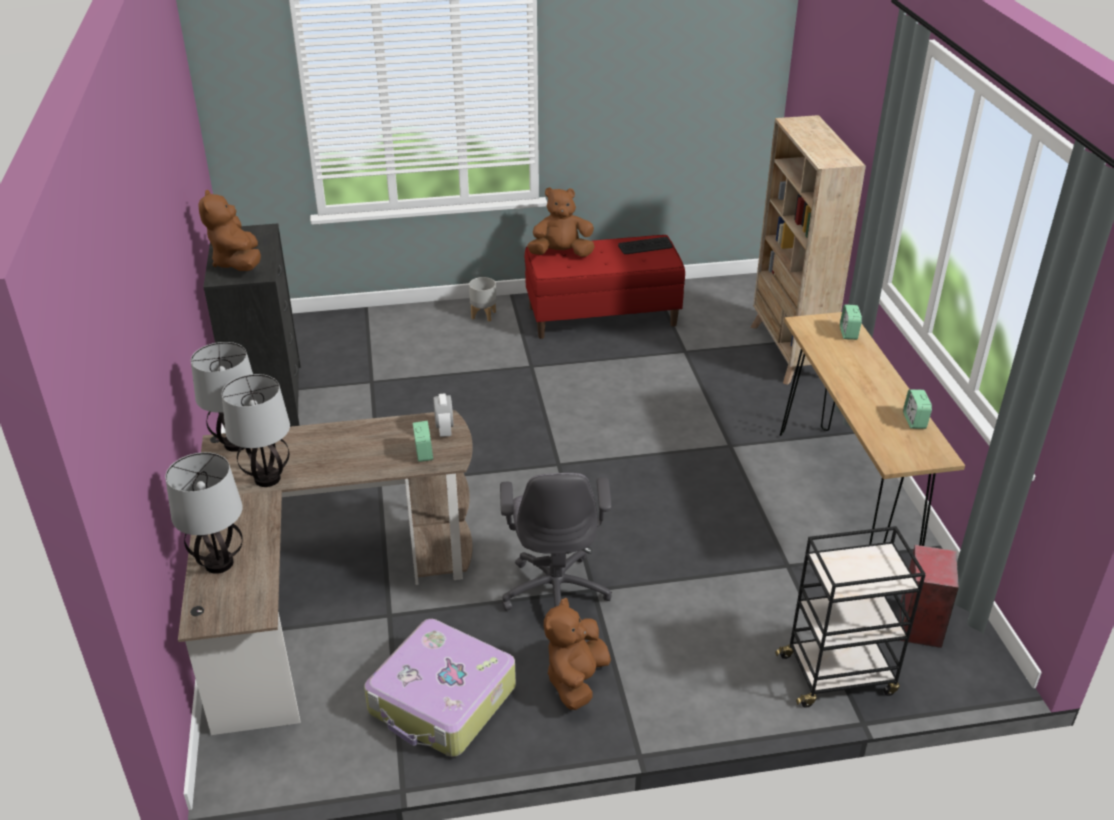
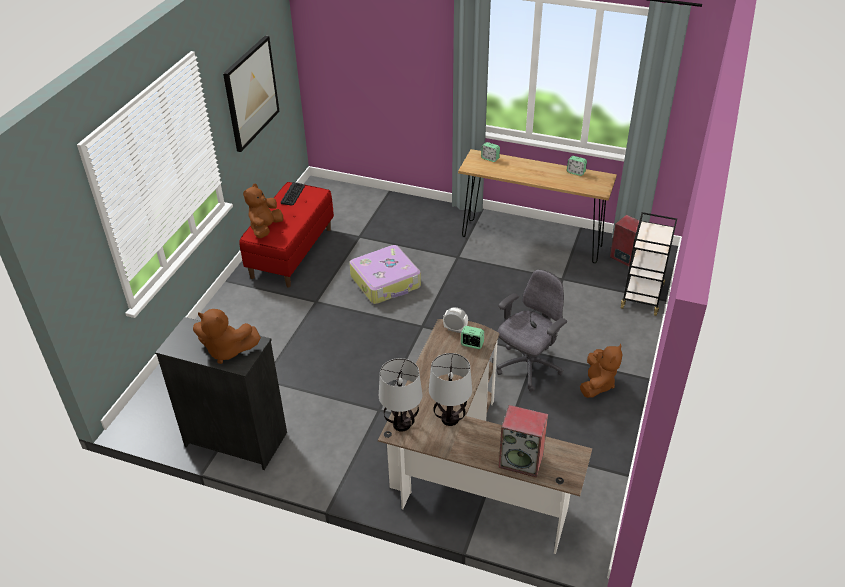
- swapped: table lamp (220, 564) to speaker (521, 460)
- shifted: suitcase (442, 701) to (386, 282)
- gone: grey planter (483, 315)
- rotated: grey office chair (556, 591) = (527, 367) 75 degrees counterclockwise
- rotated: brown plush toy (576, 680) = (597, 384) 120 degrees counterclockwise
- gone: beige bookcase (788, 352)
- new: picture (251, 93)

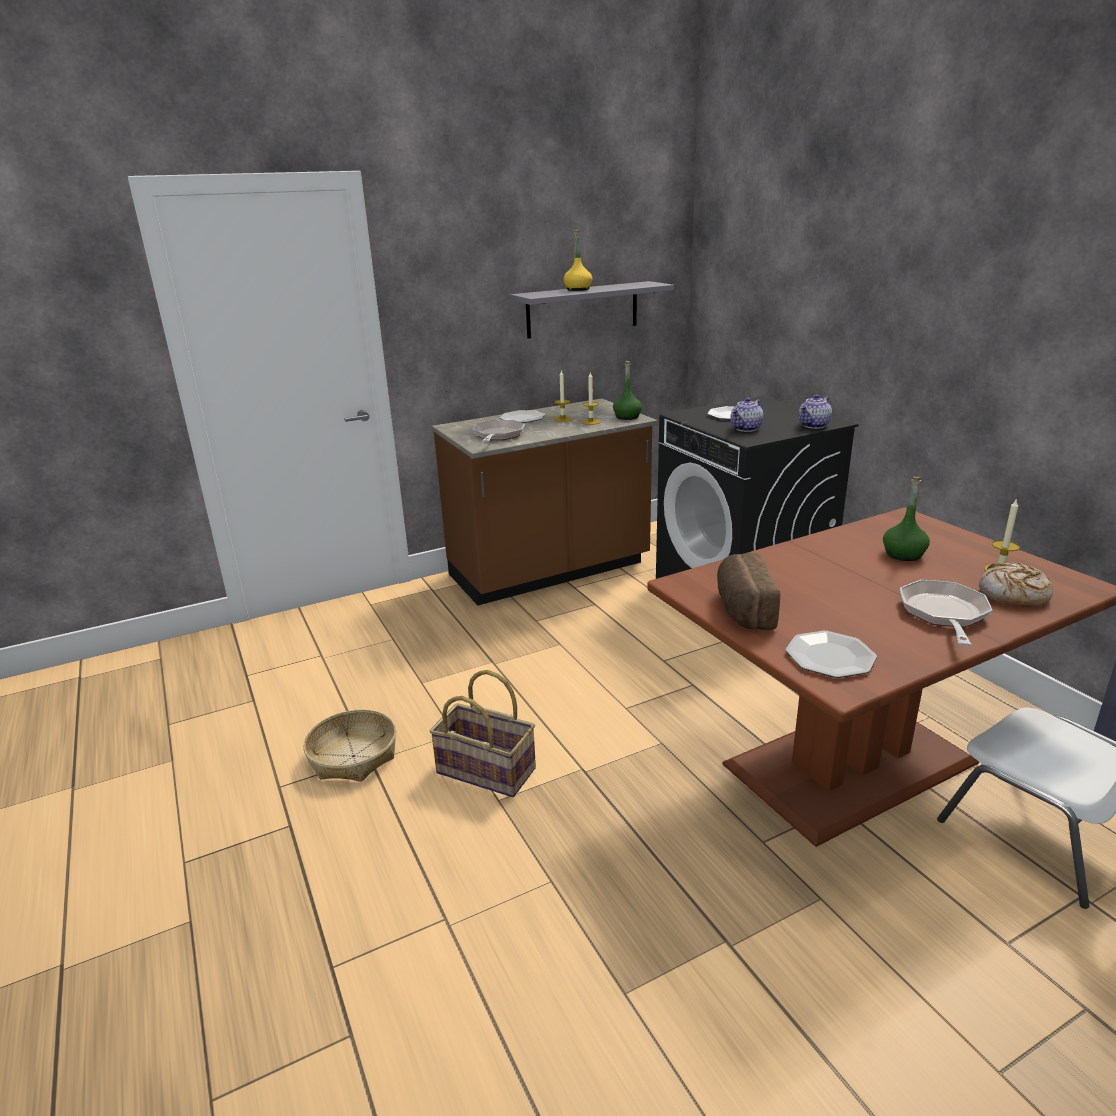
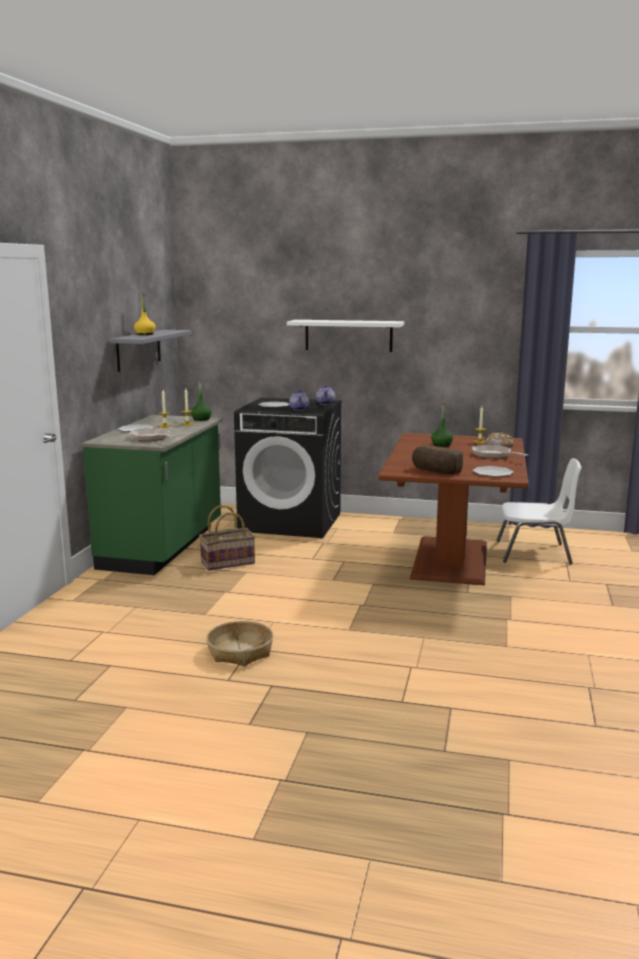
- shifted: basket (487, 770) to (228, 562)
- repainted: brown counter (550, 572) to green counter (164, 547)
- new: white shelf (348, 335)

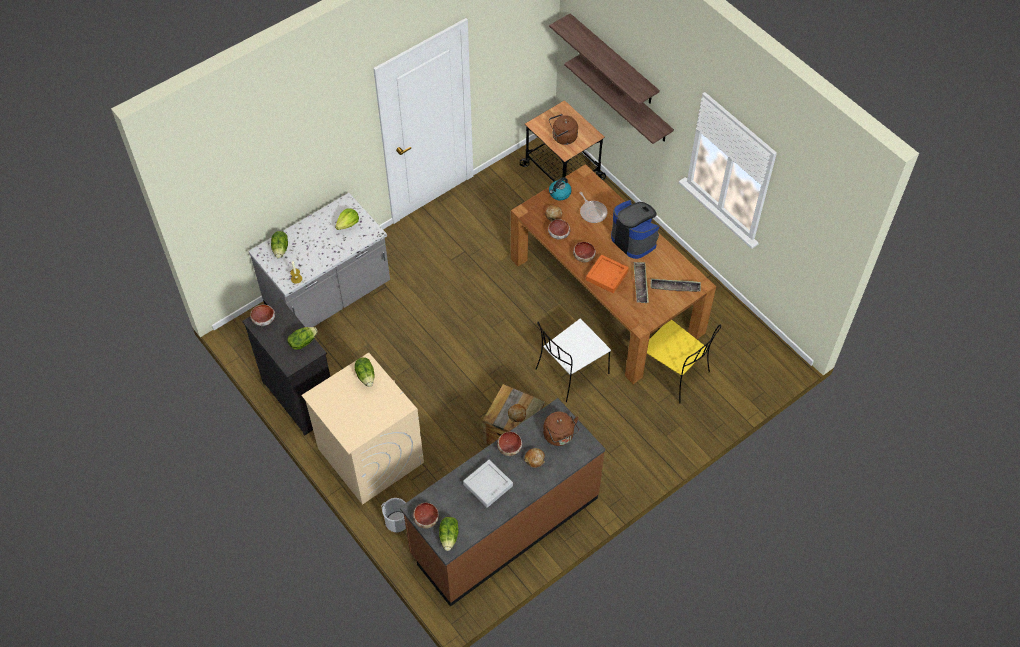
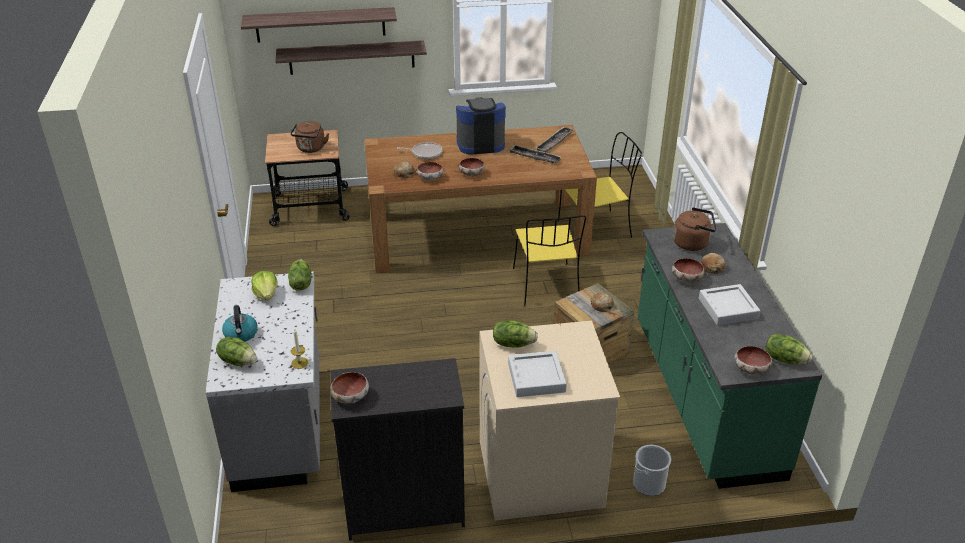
- shifted: lettuce (302, 342) to (300, 283)
- repainted: brown counter (504, 526) to green counter (703, 398)
- repainted: white chair (570, 372) to yellow chair (546, 285)
- shifted: kettle (559, 193) to (241, 334)
- gone: orange tray (607, 276)
- new: grey tray (536, 378)

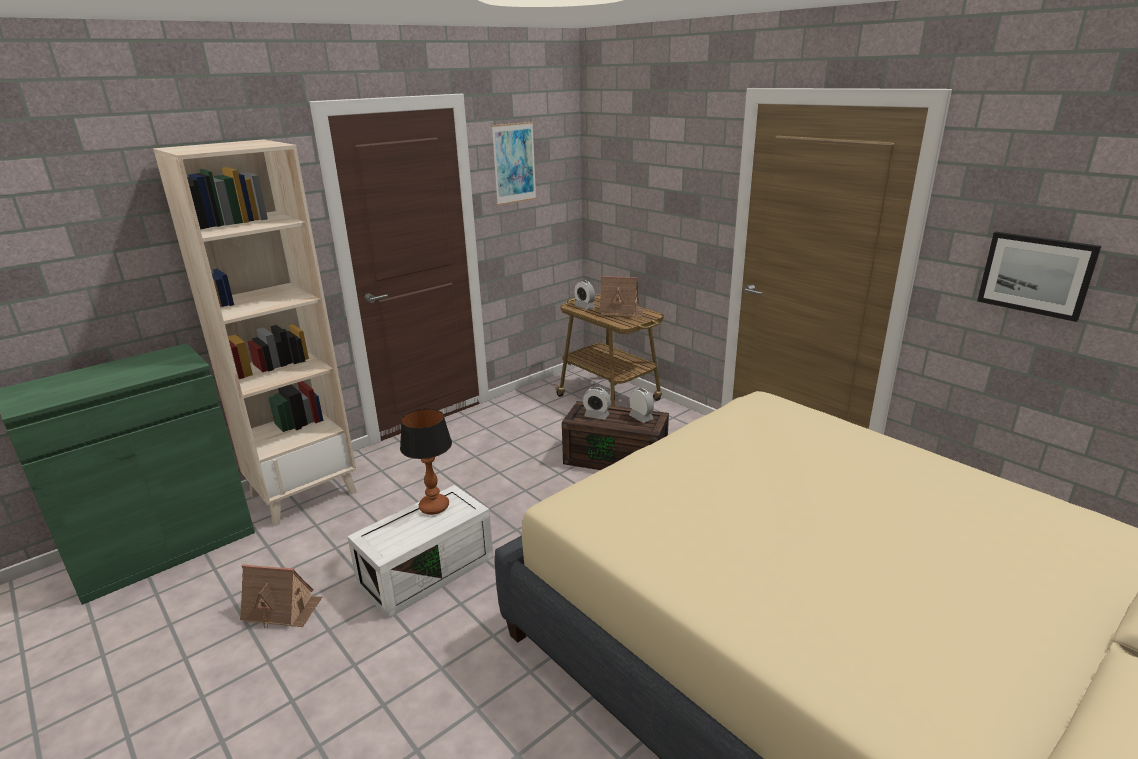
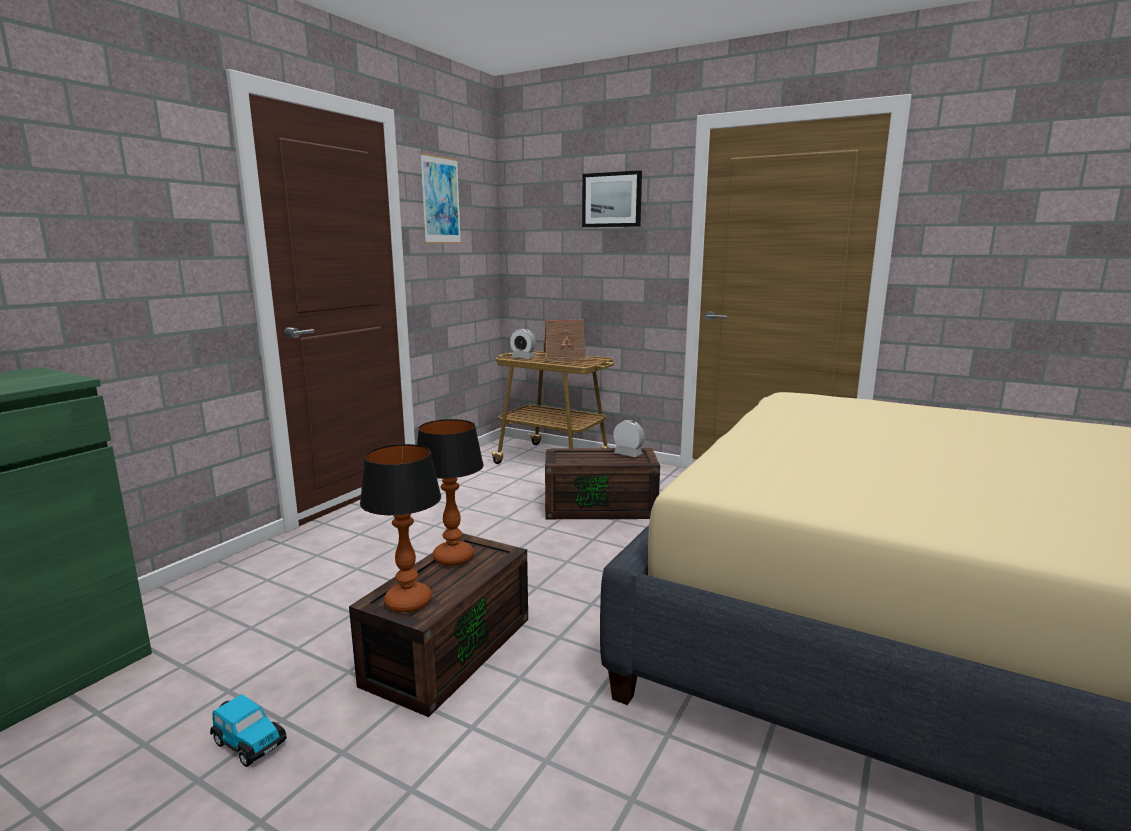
- gone: beige bookcase (304, 493)
- swapped: toy house (283, 609) to toy car (249, 742)
- repainted: white storage box (427, 569) to brown storage box (449, 648)
- gone: alarm clock (596, 415)
- shifted: picture (1036, 274) to (612, 200)
- new: table lamp (409, 601)

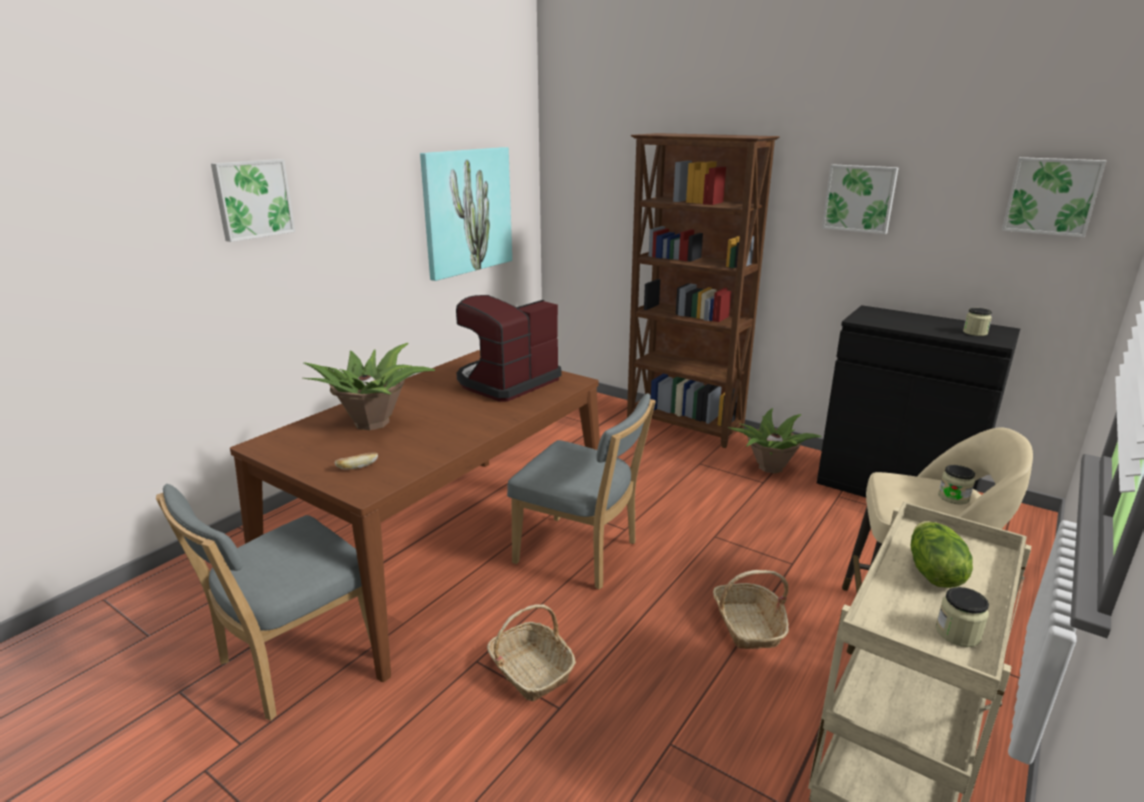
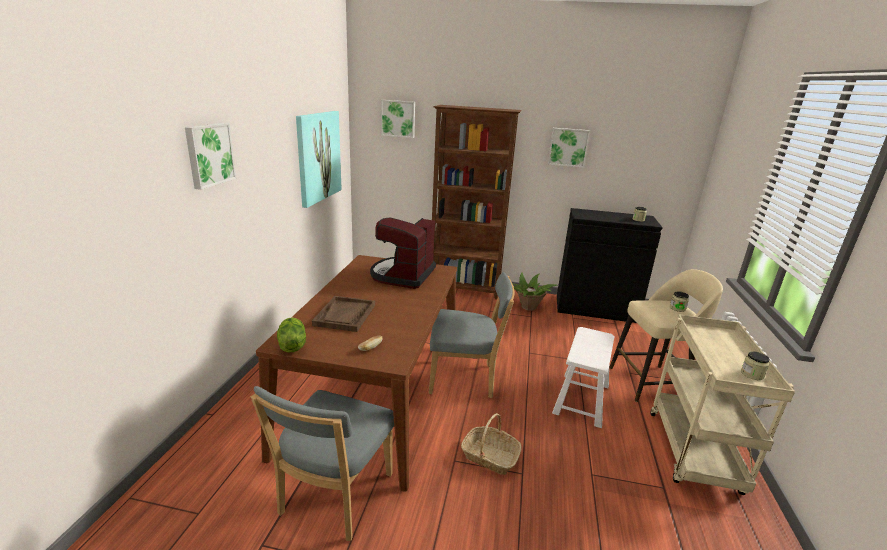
- swapped: potted plant (374, 422) to brown tray (345, 315)
- swapped: basket (748, 625) to white stool (581, 399)
- shifted: lettuce (932, 573) to (291, 345)
- shifted: picture (1052, 196) to (398, 118)

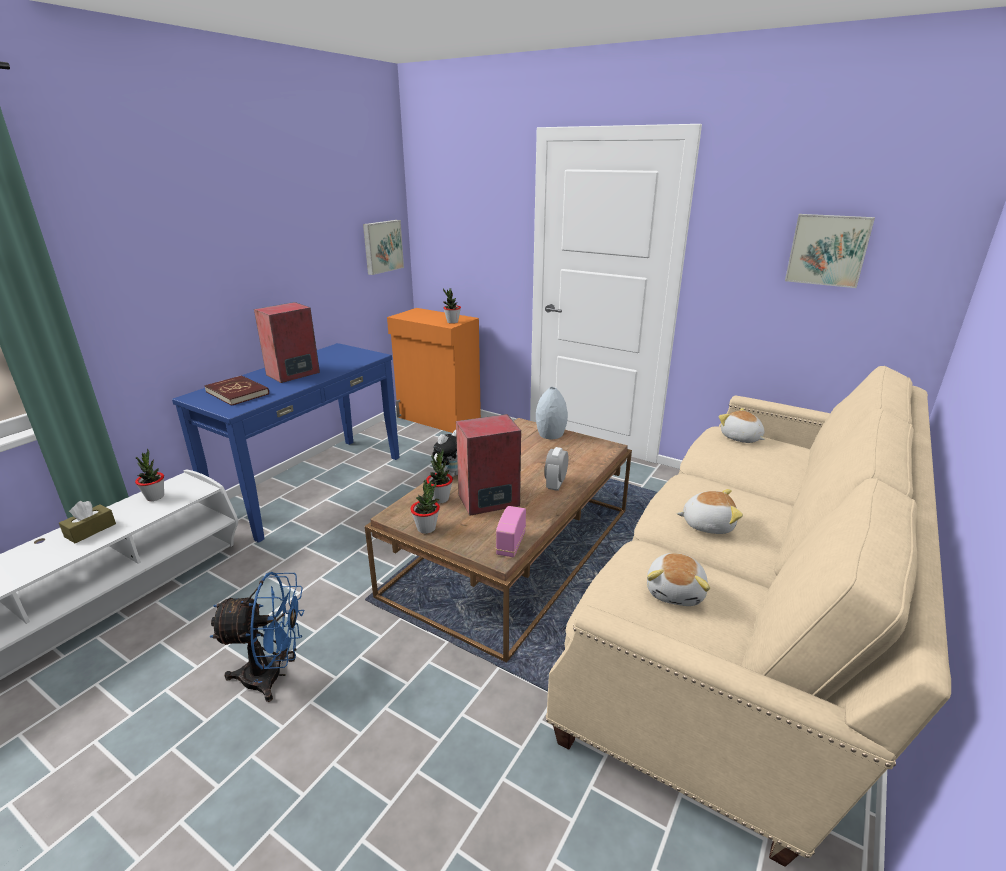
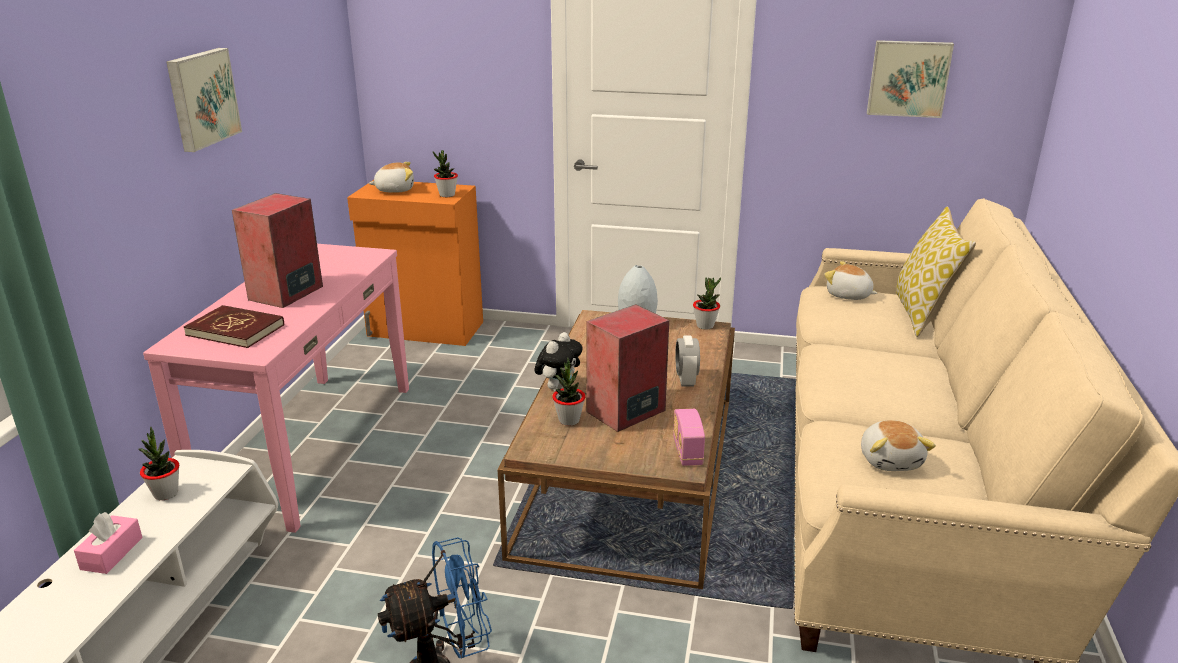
- repainted: brown tissue box (90, 530) to pink tissue box (112, 553)
- repainted: blue console table (310, 484) to pink console table (309, 445)
- shifted: picture (382, 246) to (201, 98)
- shifted: potted plant (426, 528) to (705, 326)
- shifted: plush toy (707, 524) to (395, 190)
- new: pillow (923, 315)

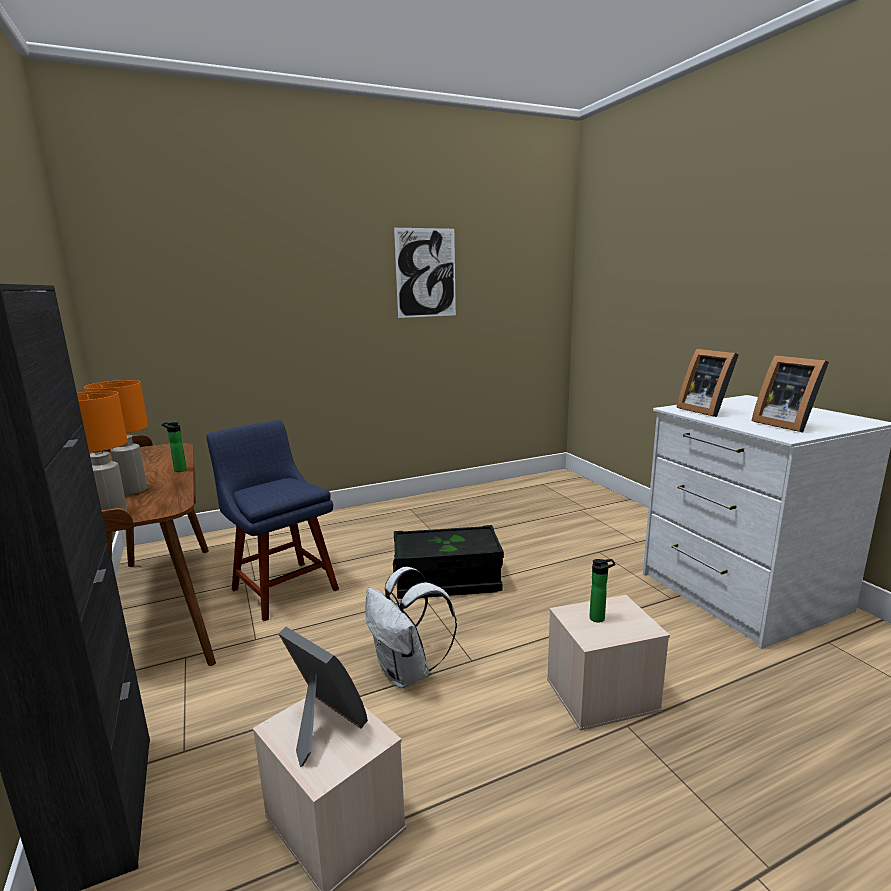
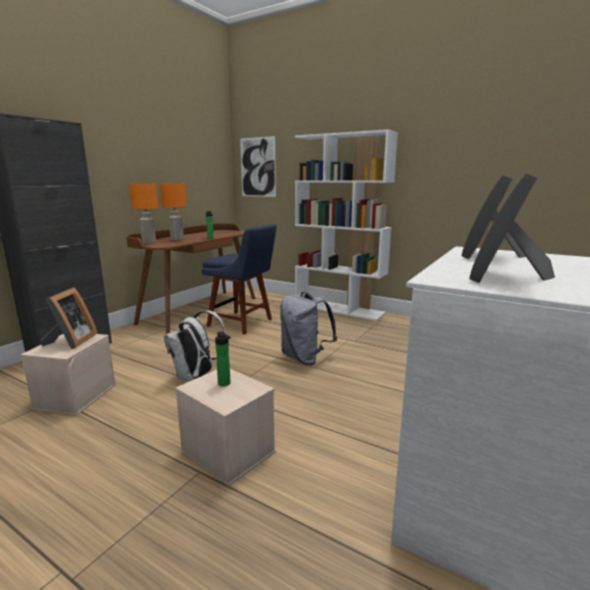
- rotated: blue chair (282, 587) = (242, 323) 105 degrees clockwise
- swapped: black storage box (447, 581) to grey backpack (305, 358)
- shifted: picture (426, 273) to (258, 167)
- new: white bookcase (339, 309)

